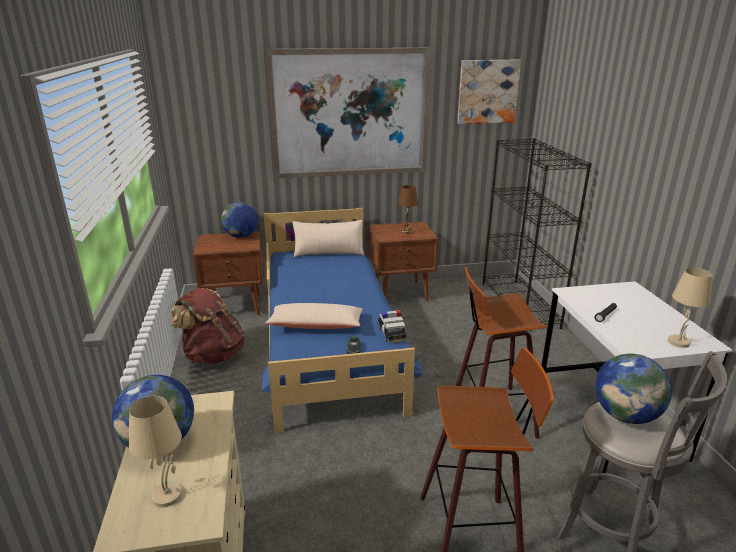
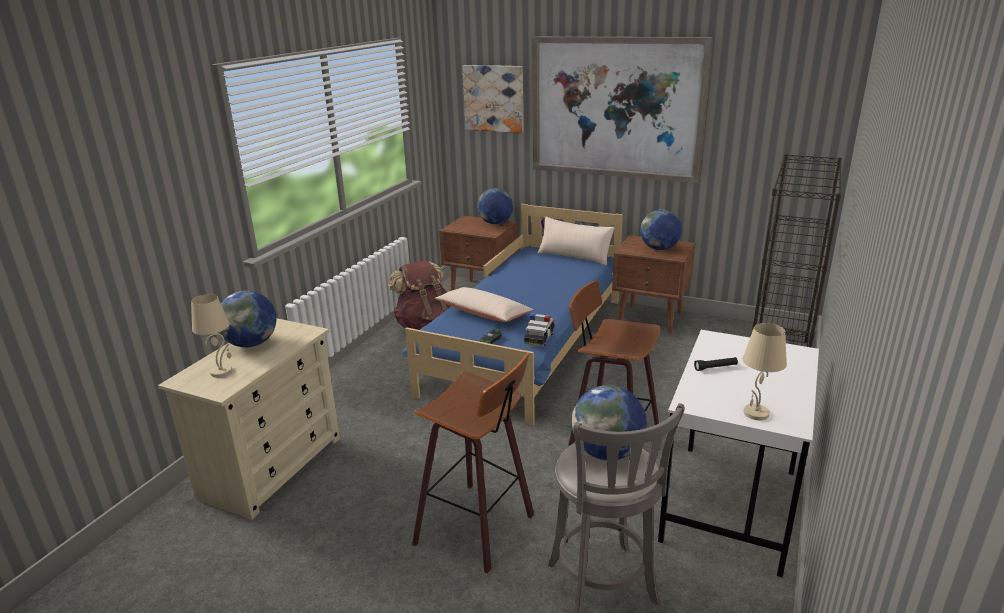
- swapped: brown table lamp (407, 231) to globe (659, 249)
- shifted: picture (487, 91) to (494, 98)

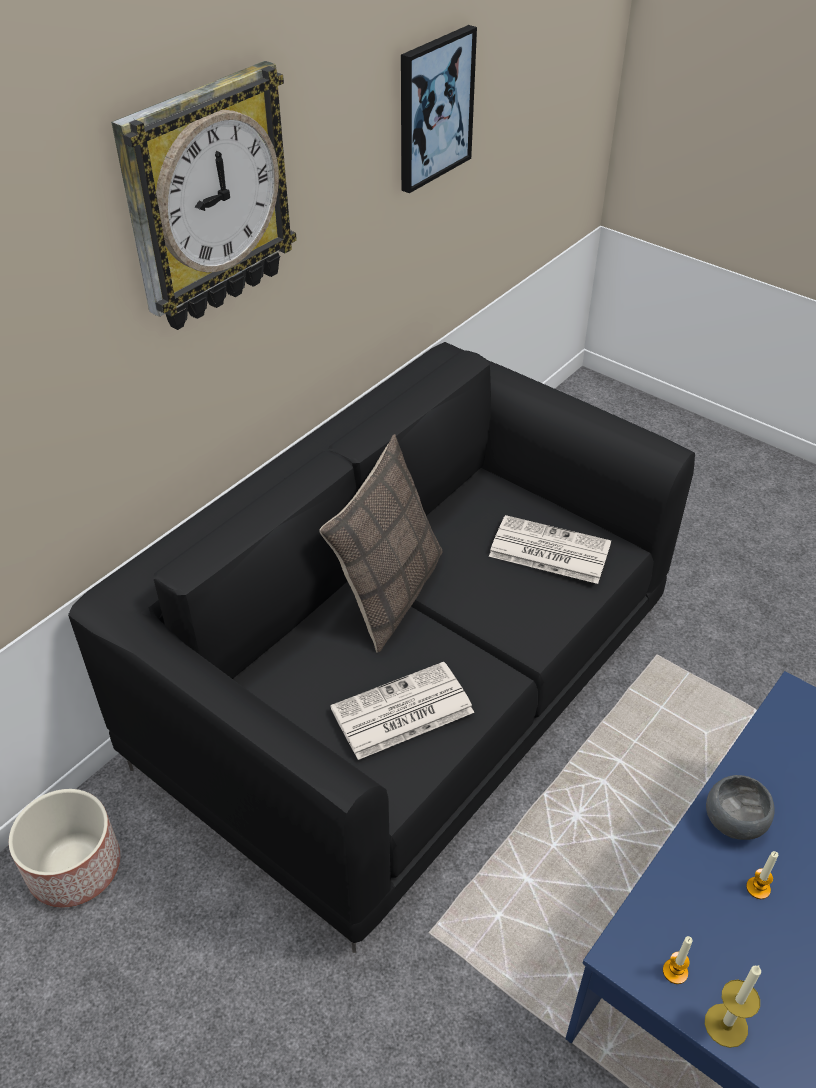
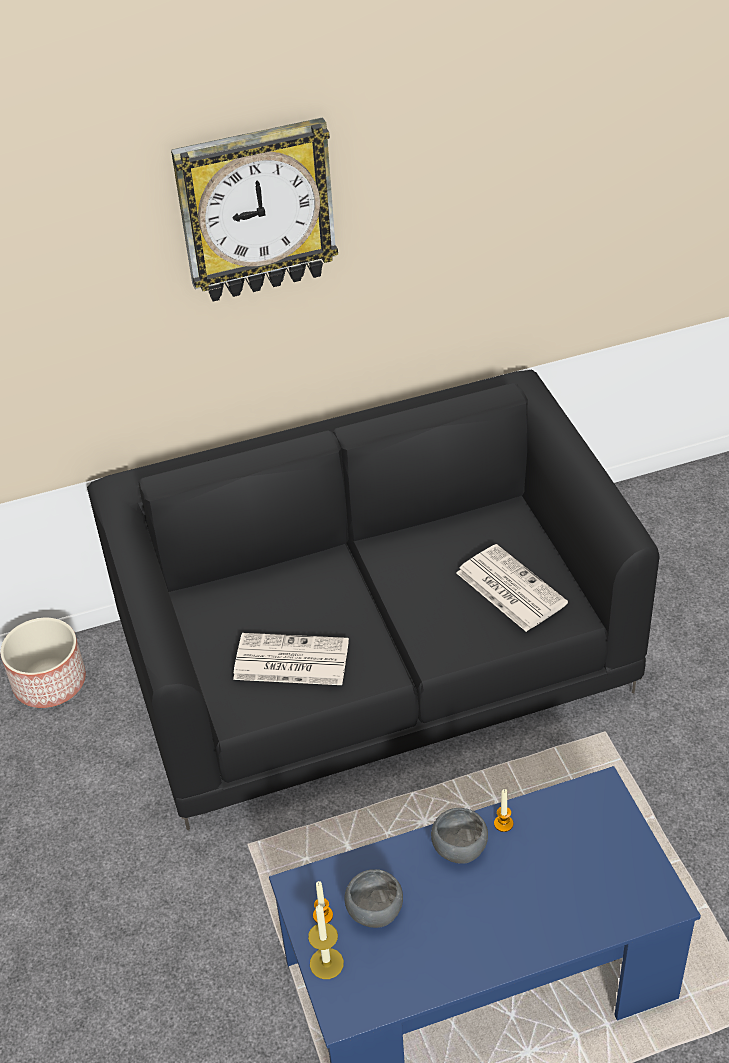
- gone: pillow (389, 593)
- gone: picture (434, 108)
- shifted: candle (758, 888) to (503, 823)
- new: grey bowl (375, 912)

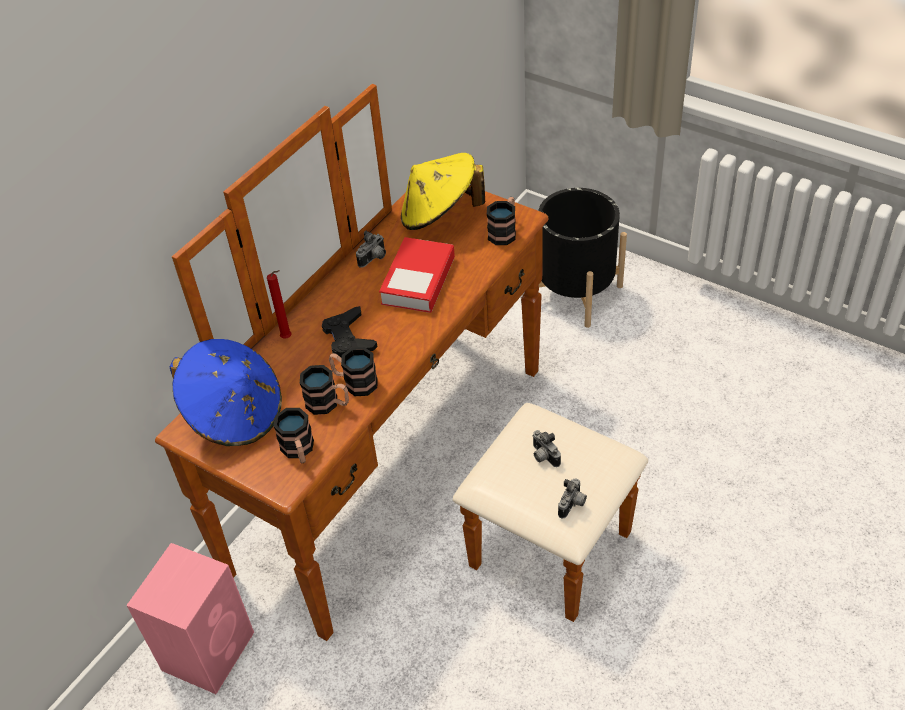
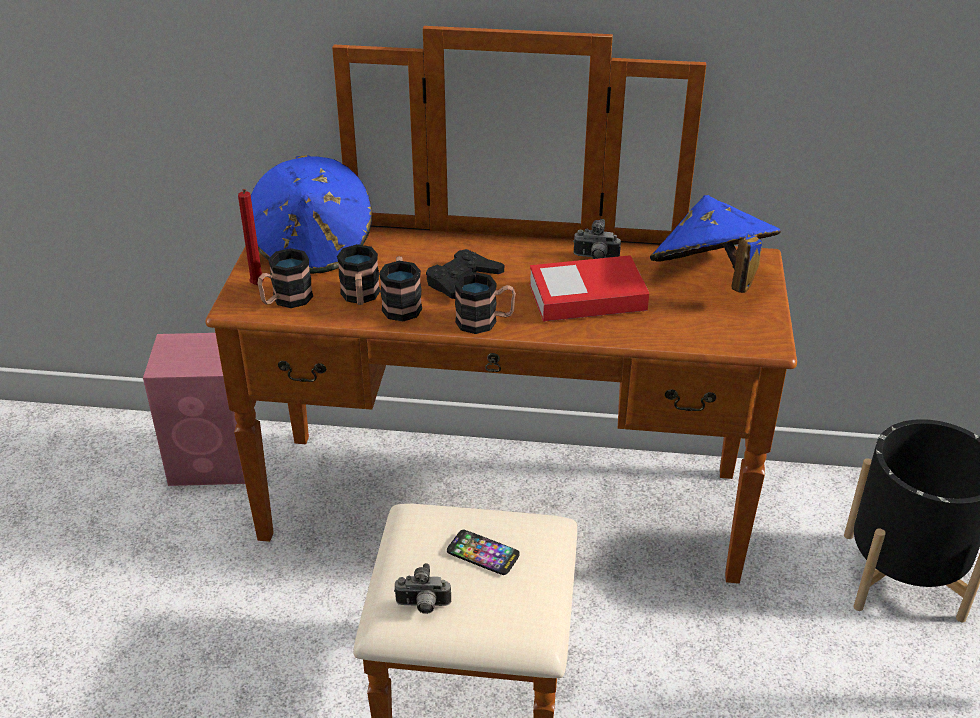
- shifted: red candle (288, 338) to (257, 286)
- repainted: yellow hat (440, 214) to blue hat (710, 280)
- shifted: mug (504, 231) to (485, 321)
- swapped: photo camera (543, 456) to phone (483, 553)

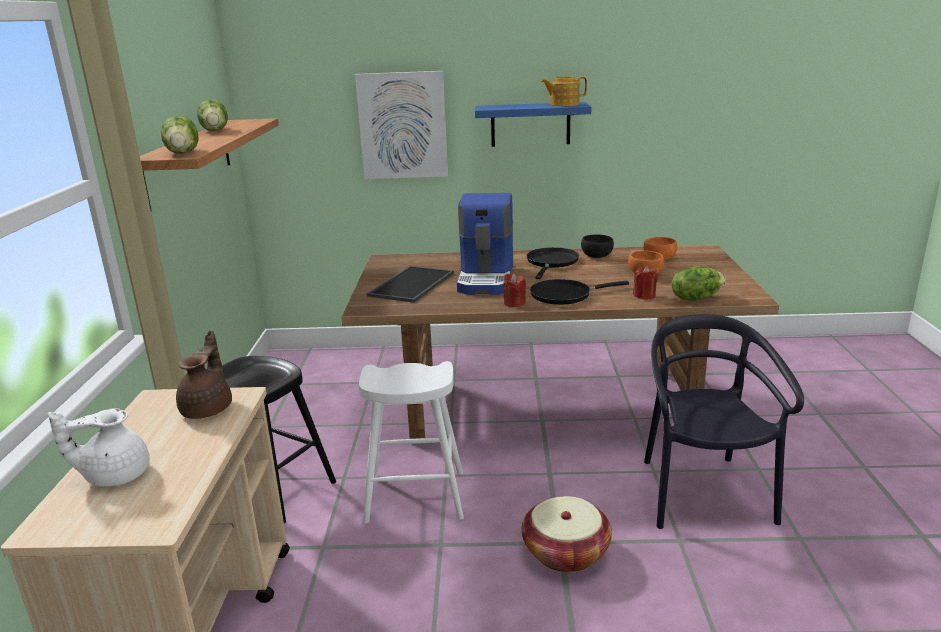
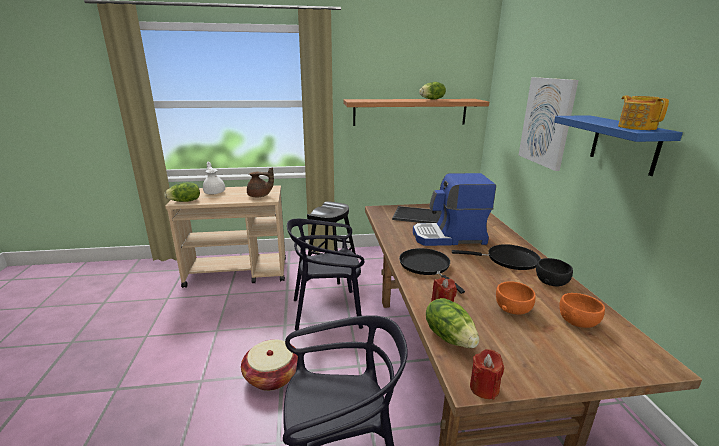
- shifted: lettuce (183, 153) to (185, 201)
- swapped: white stool (415, 496) to black chair (327, 311)
- shifted: red candle (514, 303) to (484, 388)

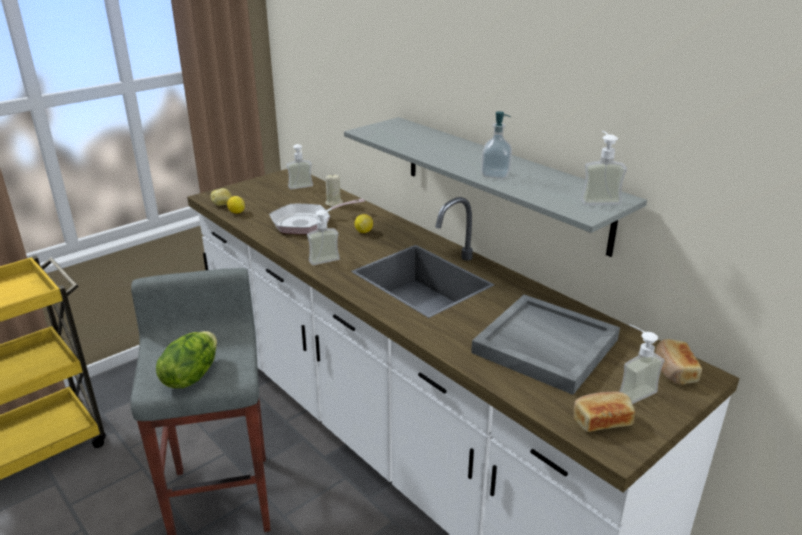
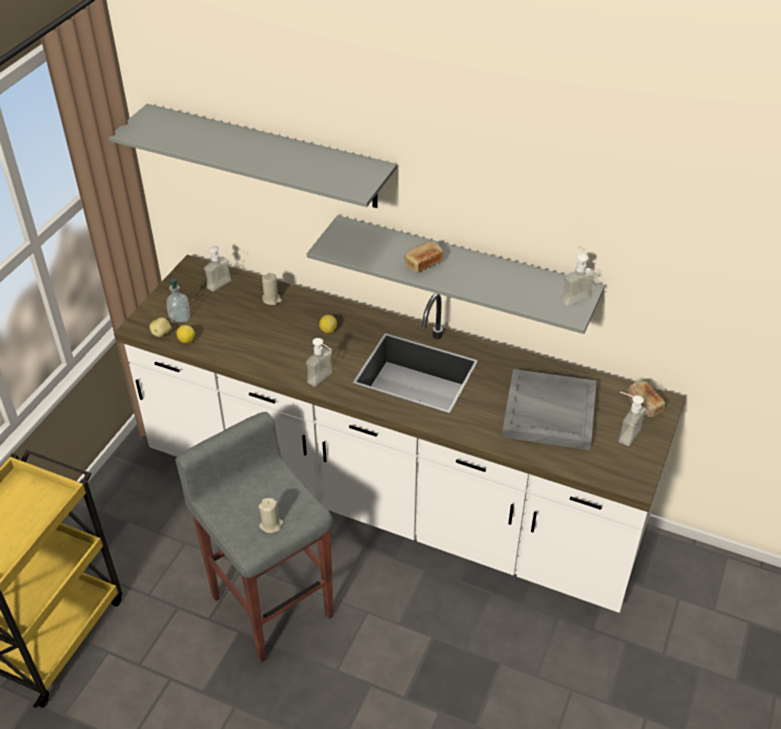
- swapped: lettuce (191, 375) to beige candle (271, 525)
- gone: frying pan (306, 222)
- shifted: soap dispenser (495, 174) to (179, 317)
- shifted: bread (601, 420) to (423, 263)
- new: grey shelf (269, 156)

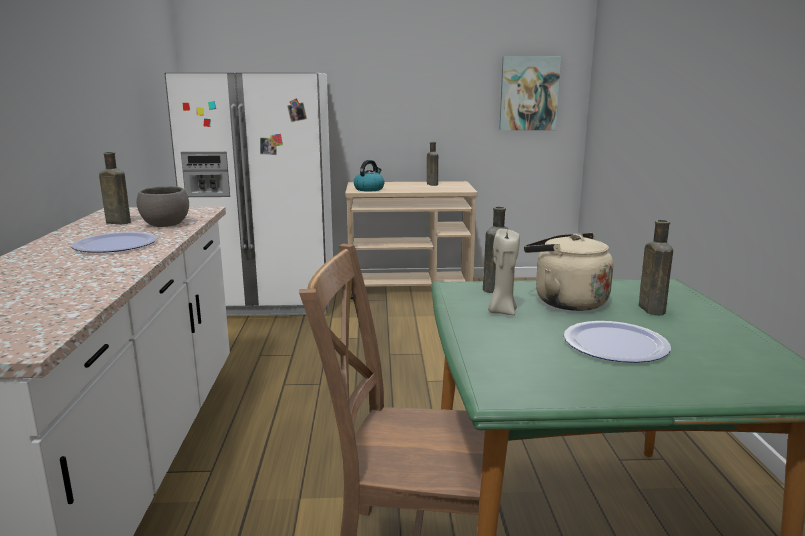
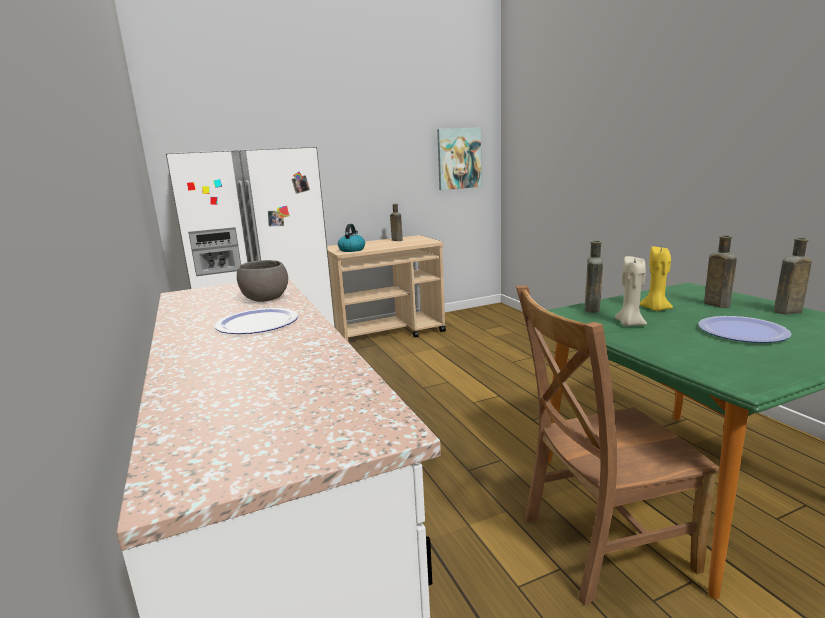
- shifted: brown bottle (116, 222) to (786, 311)
- swapped: beige kettle (565, 301) to yellow candle (655, 309)

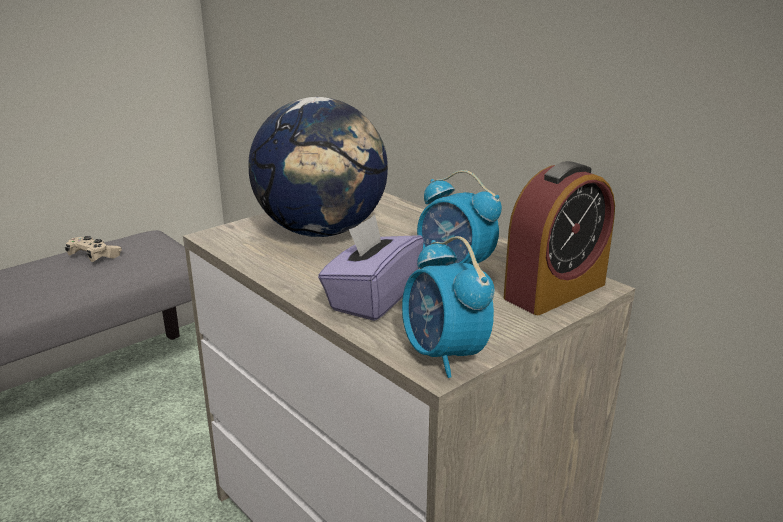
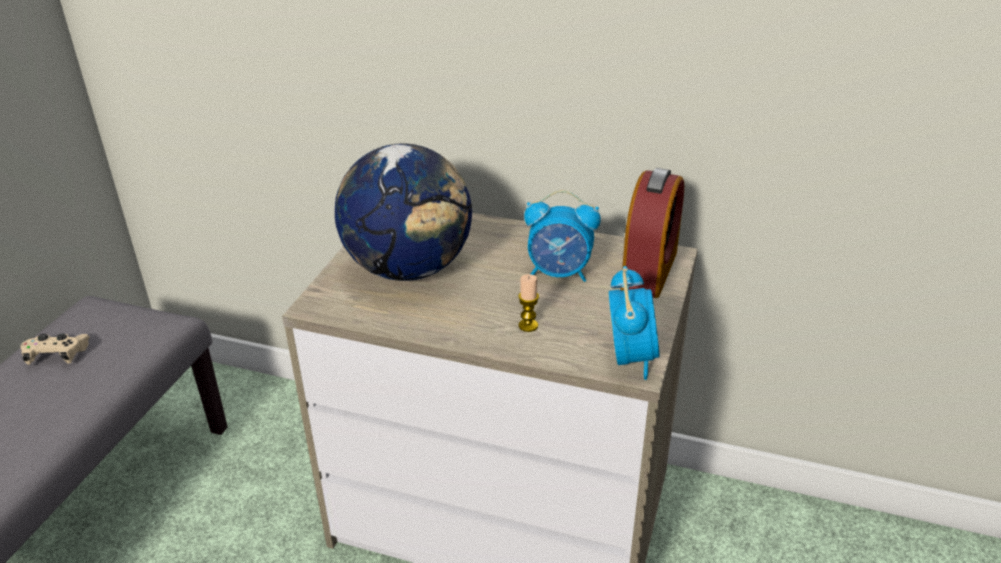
- swapped: purple tissue box (372, 298) to candle (528, 325)
- rotated: alarm clock (443, 355) = (630, 358) 120 degrees counterclockwise

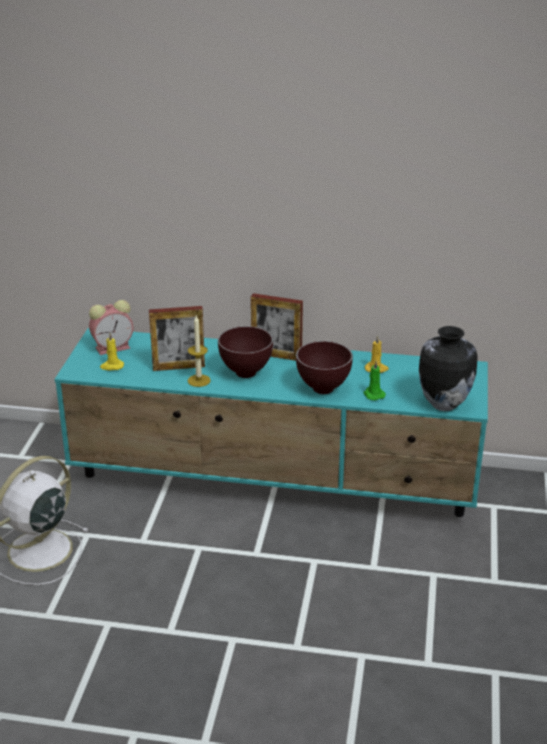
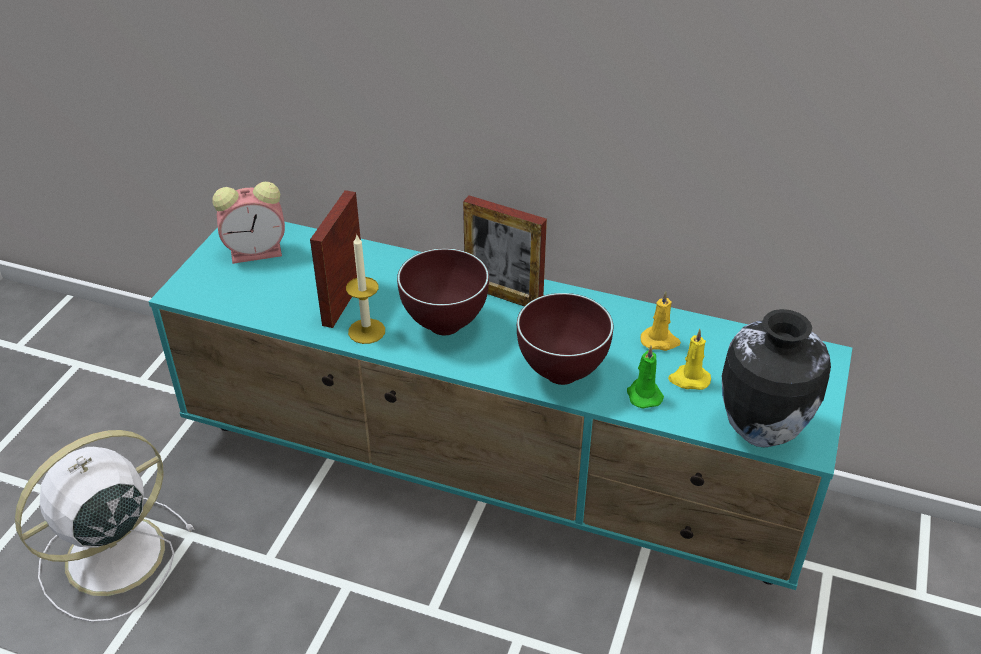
- shifted: yellow candle (112, 366) to (689, 379)
- rotated: picture frame (178, 367) = (343, 300) 105 degrees clockwise

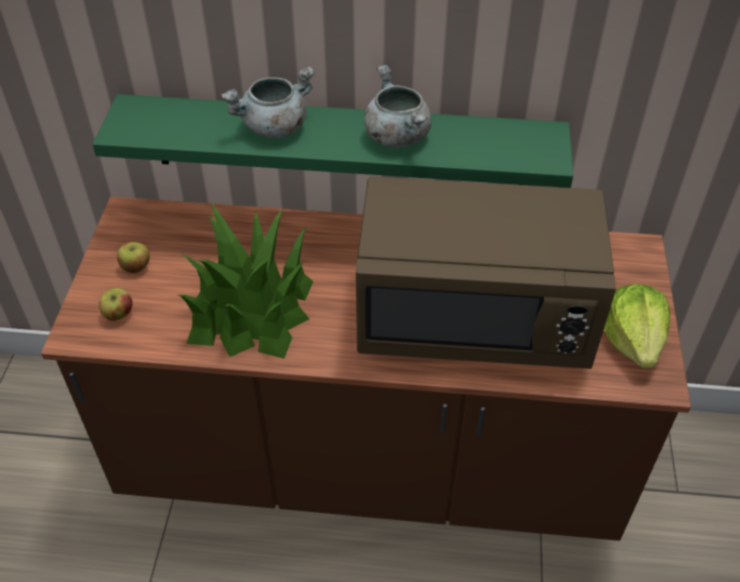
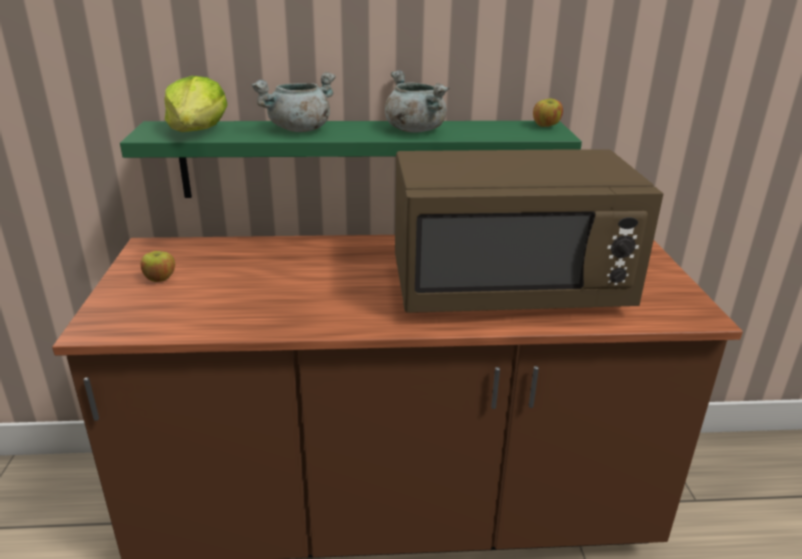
- shifted: apple (119, 314) to (546, 127)
- gone: potted plant (251, 309)
- shifted: lettuce (633, 340) to (198, 131)

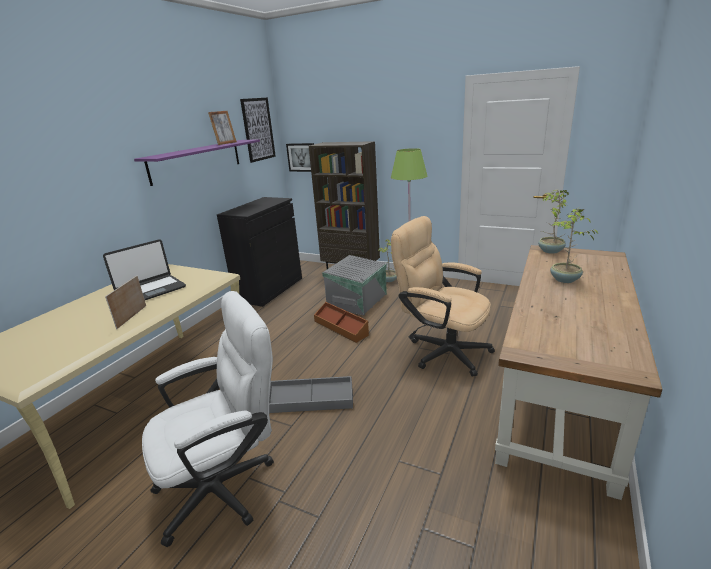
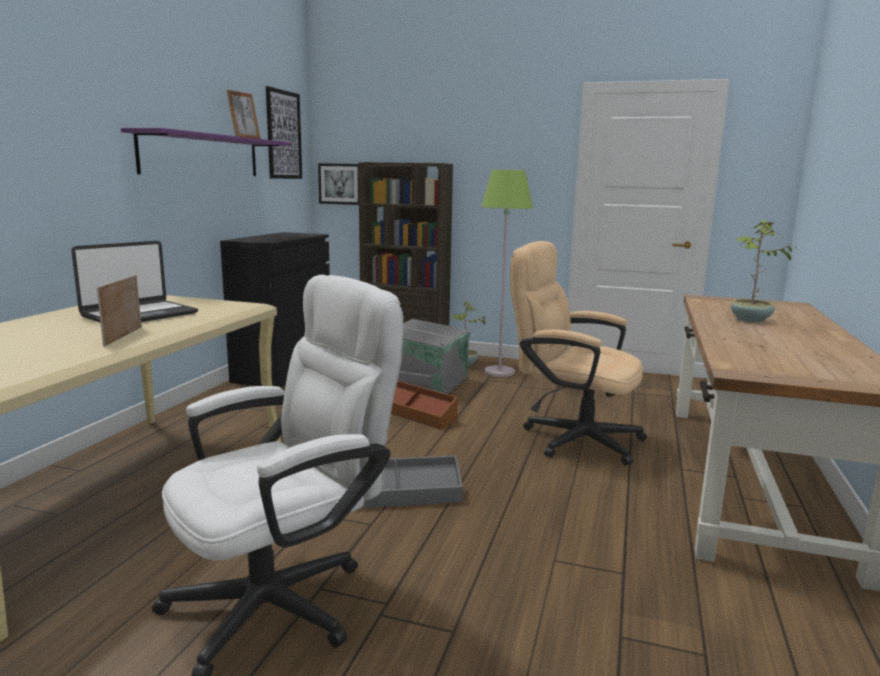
- gone: potted plant (550, 251)

